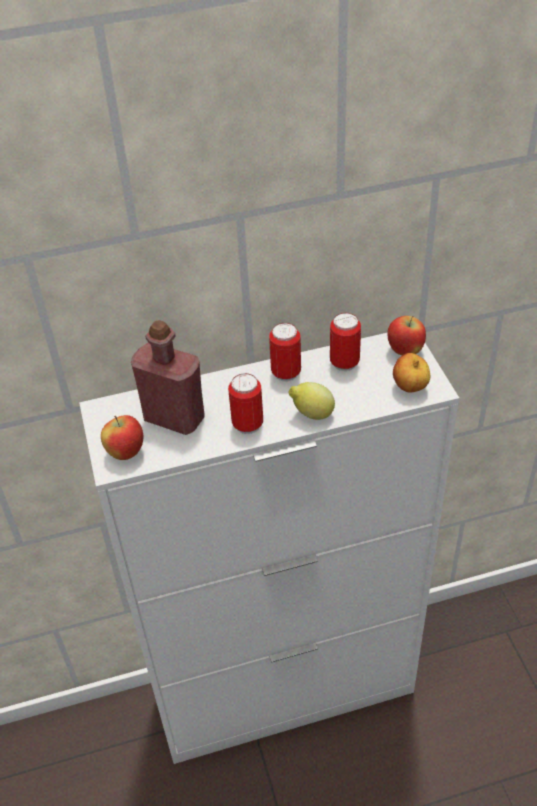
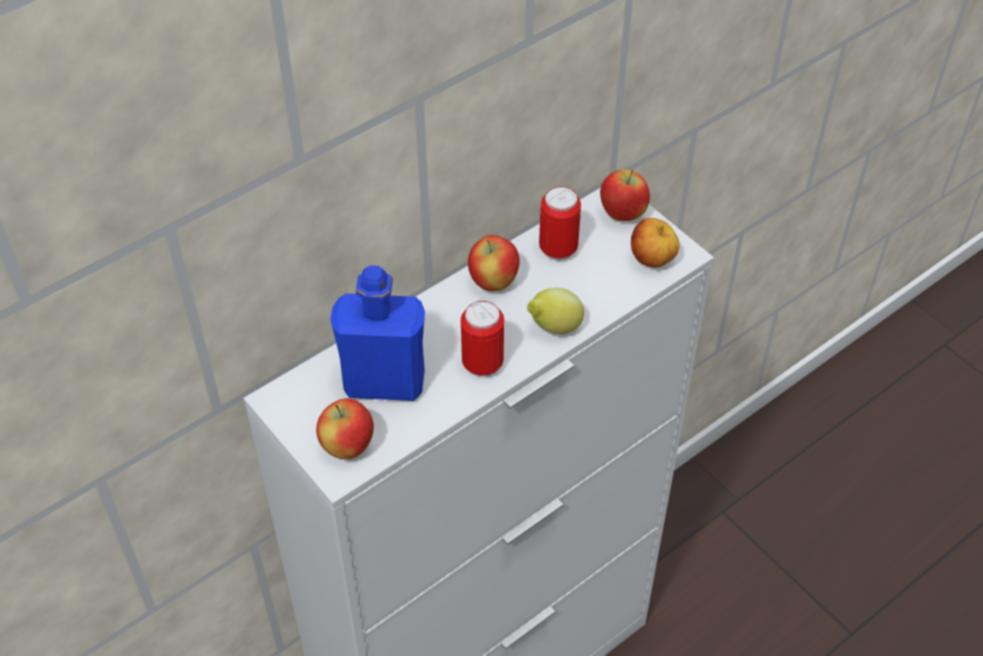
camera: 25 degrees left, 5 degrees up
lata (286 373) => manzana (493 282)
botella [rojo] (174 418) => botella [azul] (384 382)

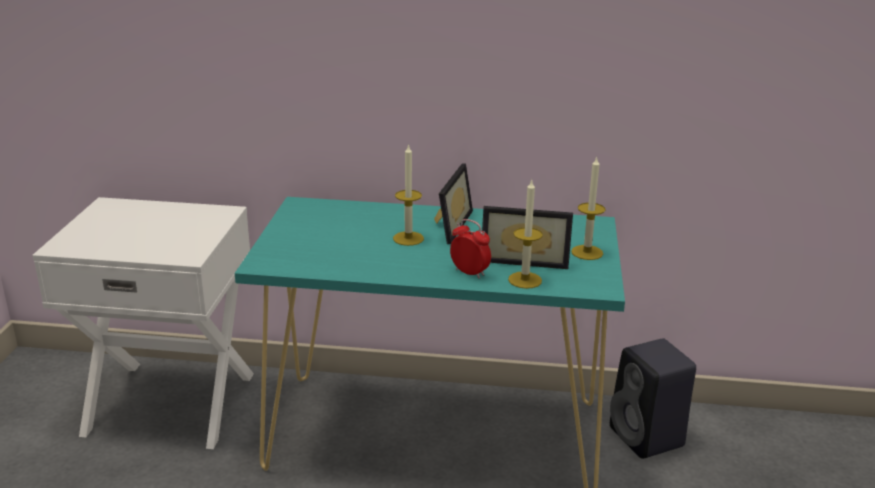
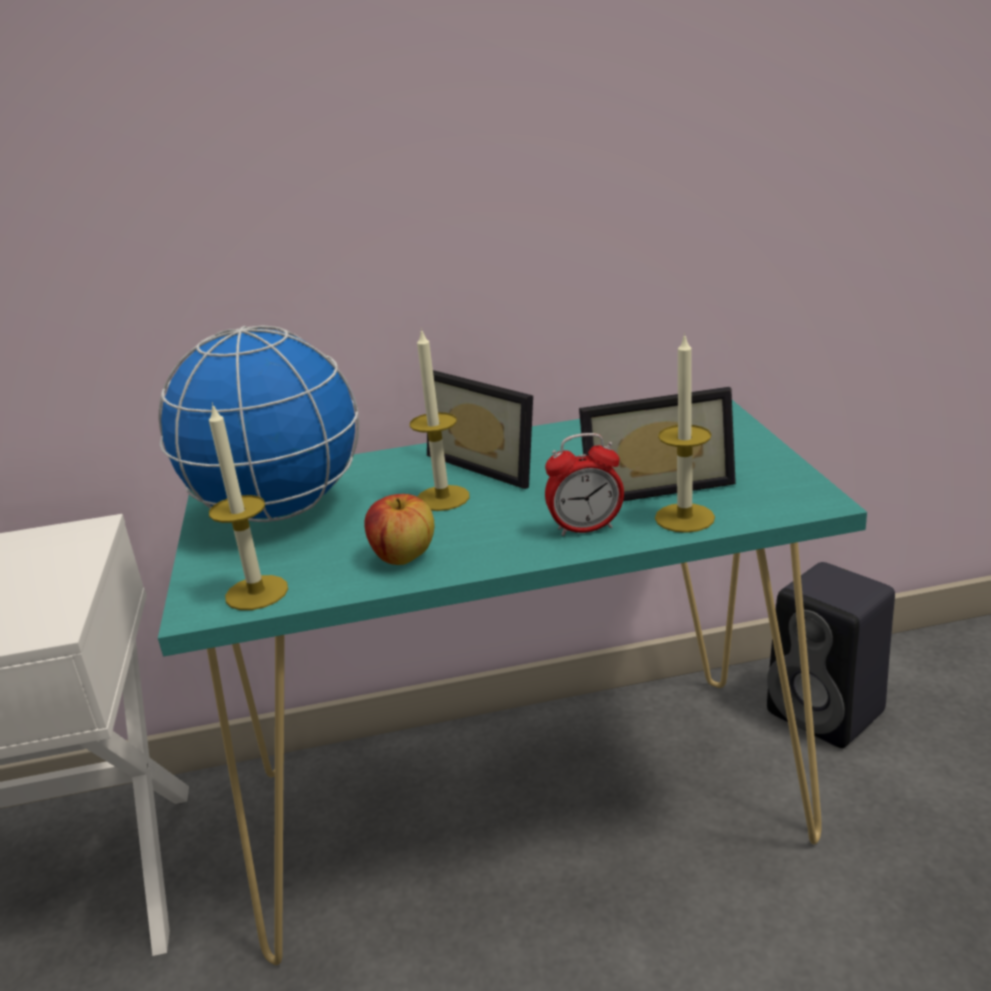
camera: 15 degrees left, 0 degrees up
nothing => globo terráqueo (279 510)
nothing => manzana (403 557)
vela (587 252) => vela (256 593), moved
portarretratos (447 225) => portarretratos (491 463), 135 degrees clockwise
despertador (469 272) => despertador (585 528), 150 degrees clockwise

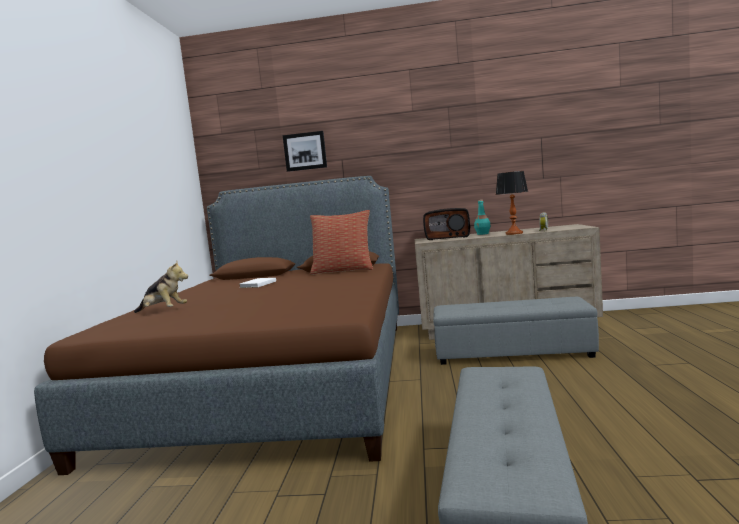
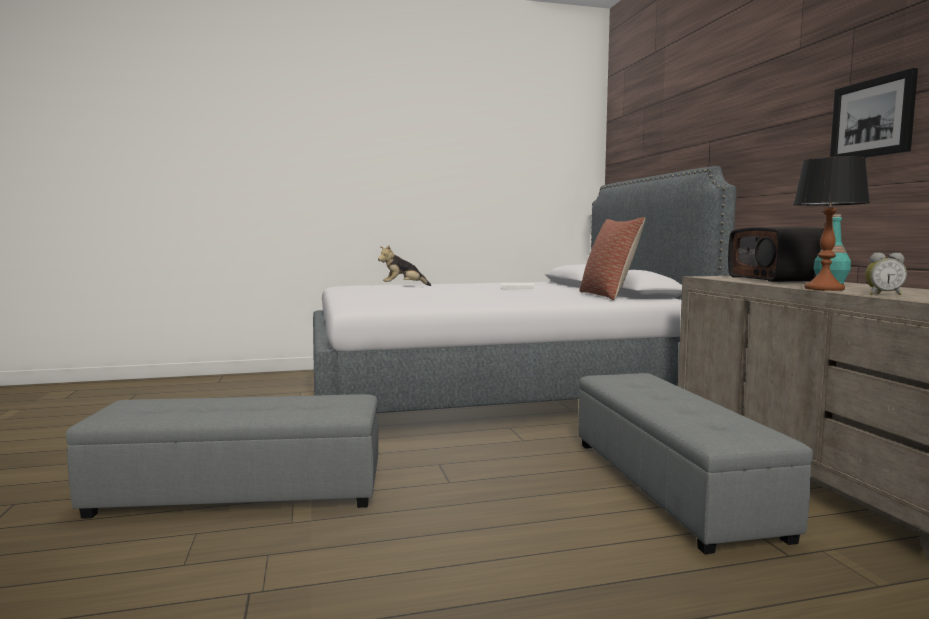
camera: 70 degrees right, 0 degrees up
cuadro (305 151) => cuadro (873 118), moved
cama [marrón] (278 379) => cama [gris] (495 389)
peluche (163 311) => peluche (403 286), 75 degrees clockwise

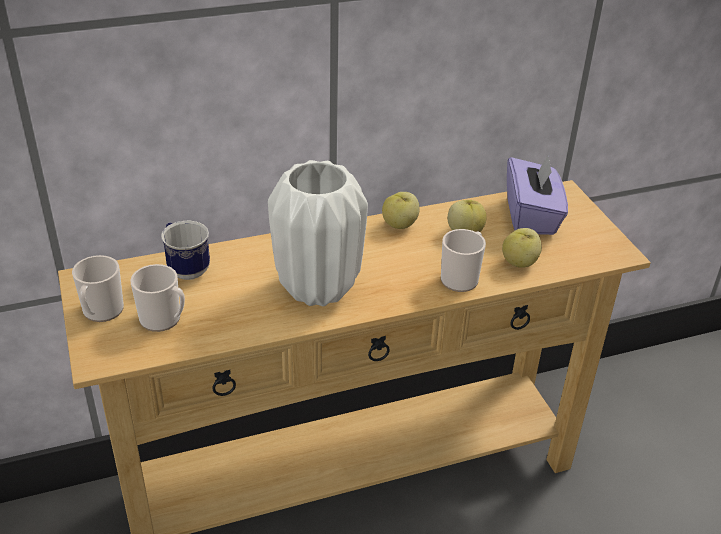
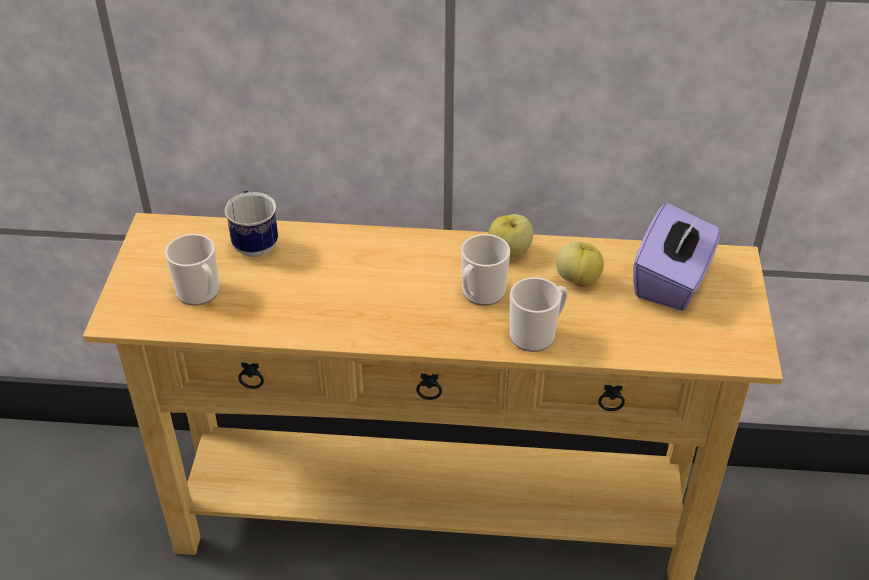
camera: 25 degrees right, 5 degrees up
florero [blanco] (317 288) => nothing
manzana (520 262) => nothing
taza grande (101 312) => taza grande (480 294), moved

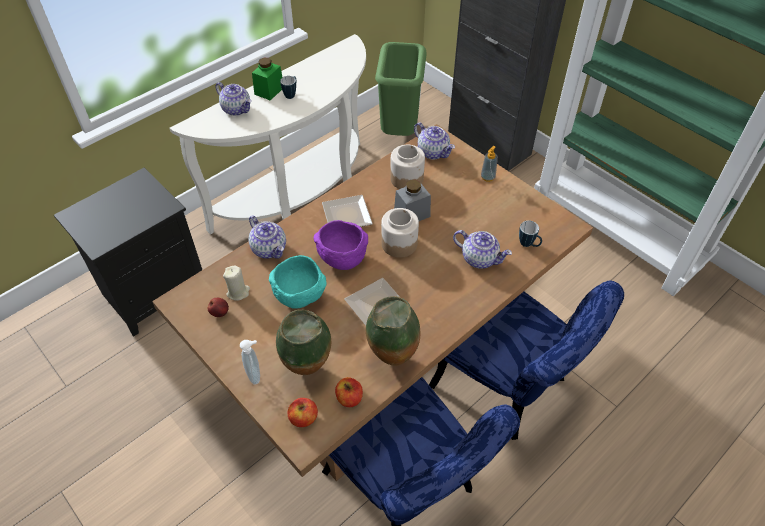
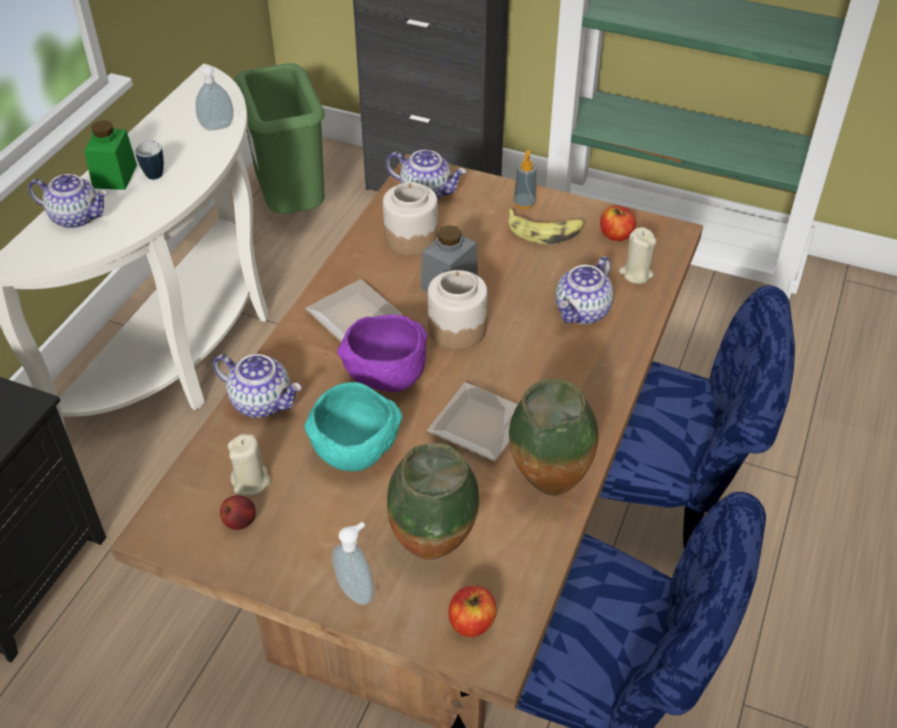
camera: 25 degrees left, 5 degrees down
nothing => dispensador de jabón (217 128)
nothing => plátano (545 231)
manzana (349 398) => manzana (616 235), moved
taza grande (528 245) => vela [beis] (636 273)
tetera (480 258) => tetera (583 312), 120 degrees clockwise

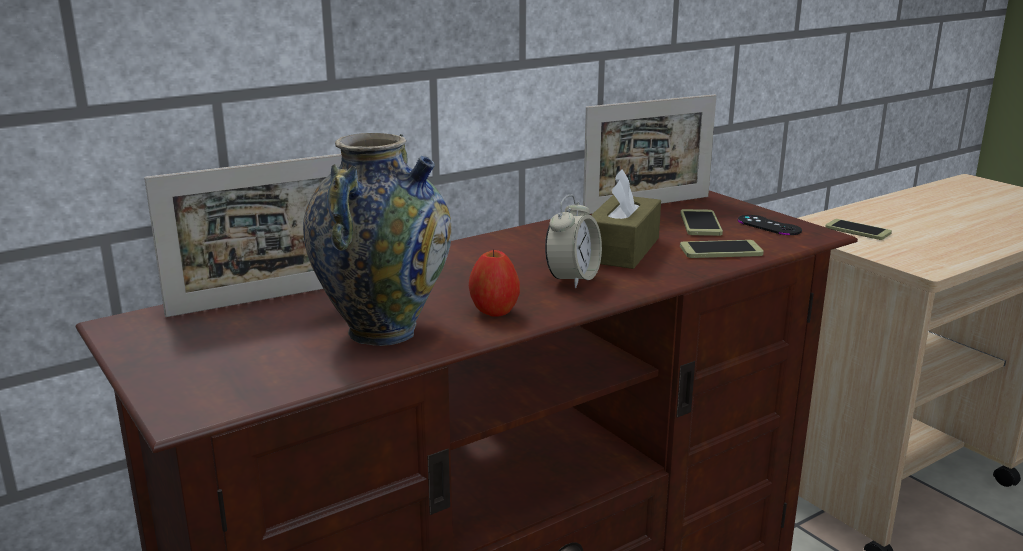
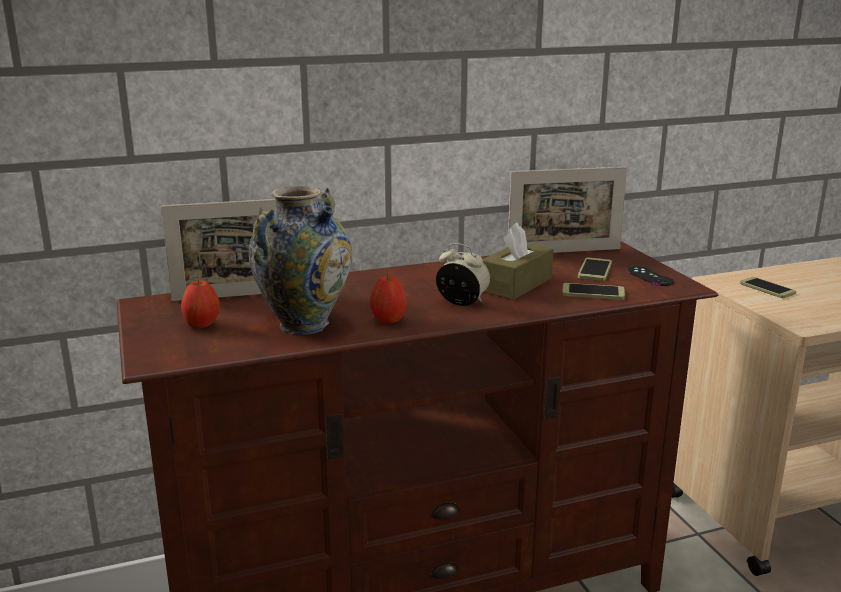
camera: 15 degrees right, 0 degrees up
nothing => manzana (202 325)
despertador (573 279) => despertador (462 303), 105 degrees counterclockwise

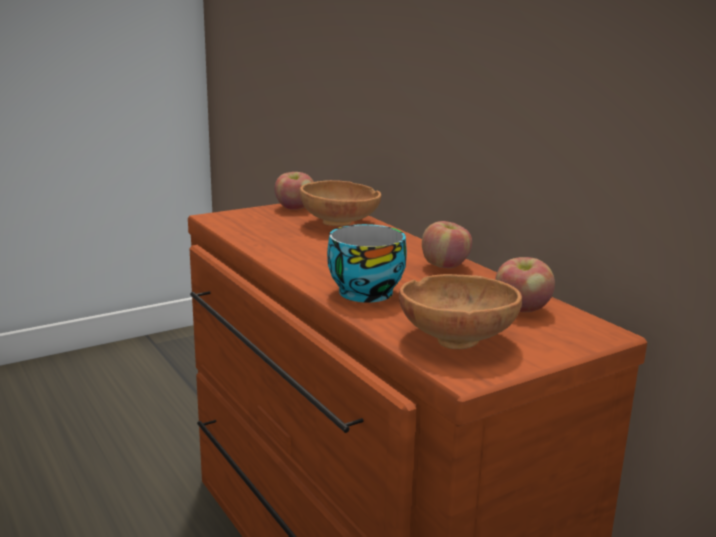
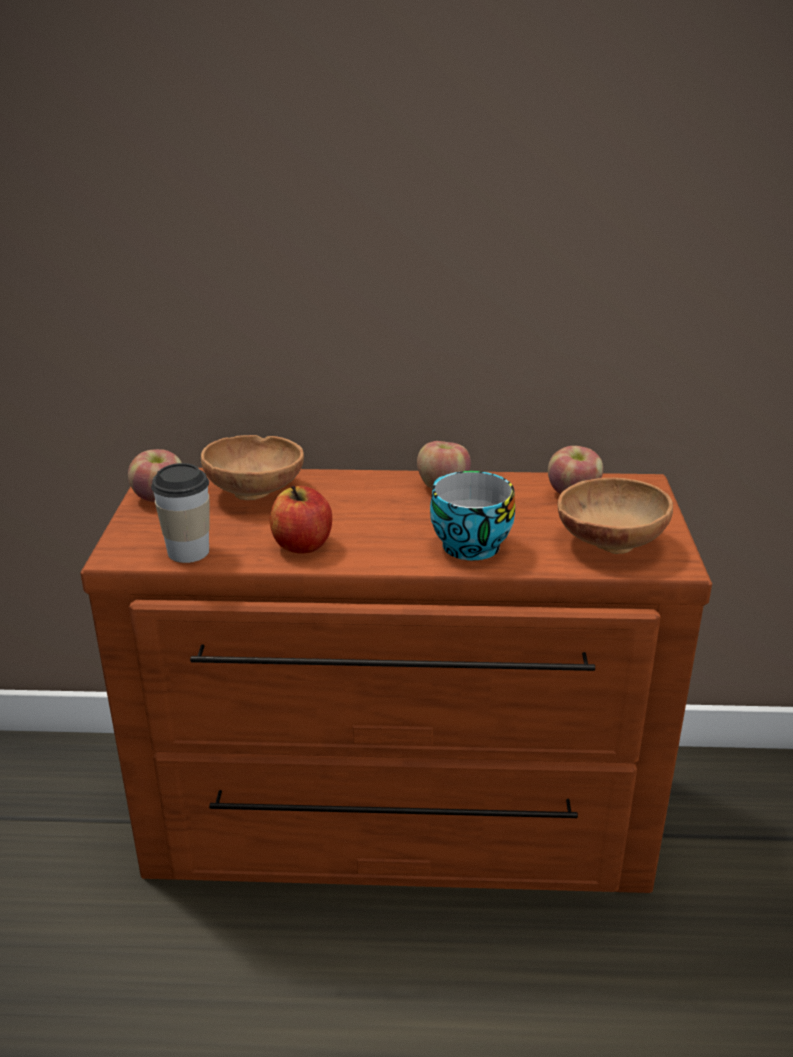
camera: 55 degrees left, 10 degrees up
nothing => taza (188 551)
nothing => manzana (302 545)

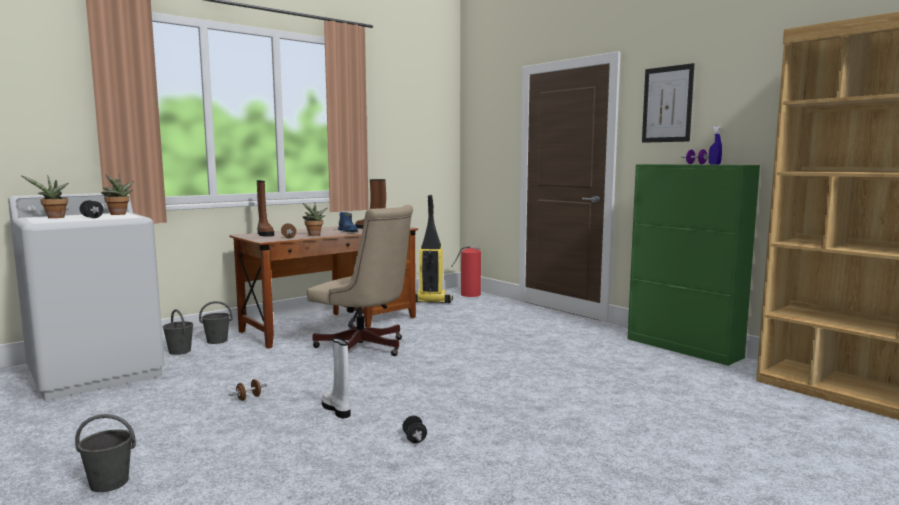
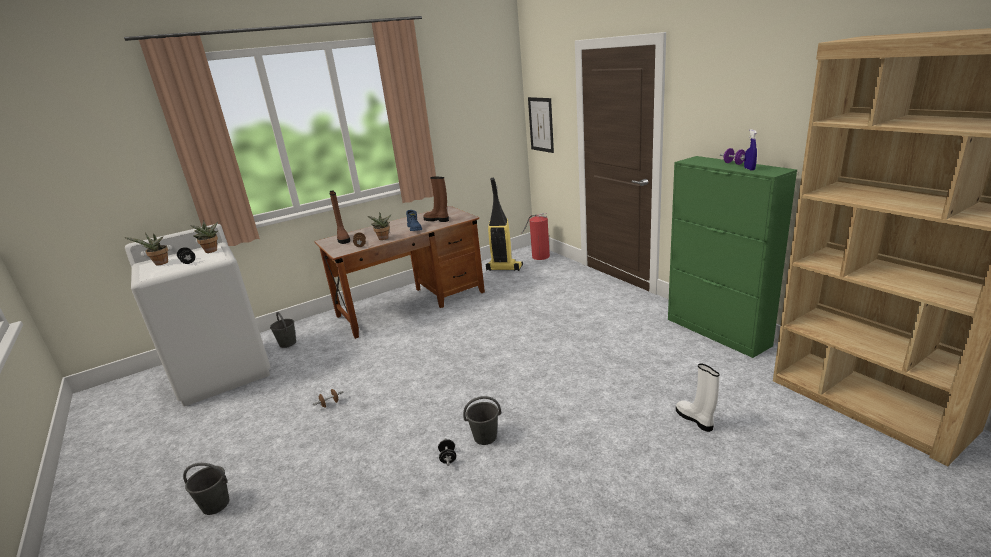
camera: 10 degrees right, 15 degrees up
silla de oficina [beis] (365 349) => nothing
cubo [gris] (217 341) => cubo [gris] (485 437), moved
bota [blanco] (337 409) => bota [blanco] (695 419), moved
cuadro (667 104) => cuadro (541 124), moved

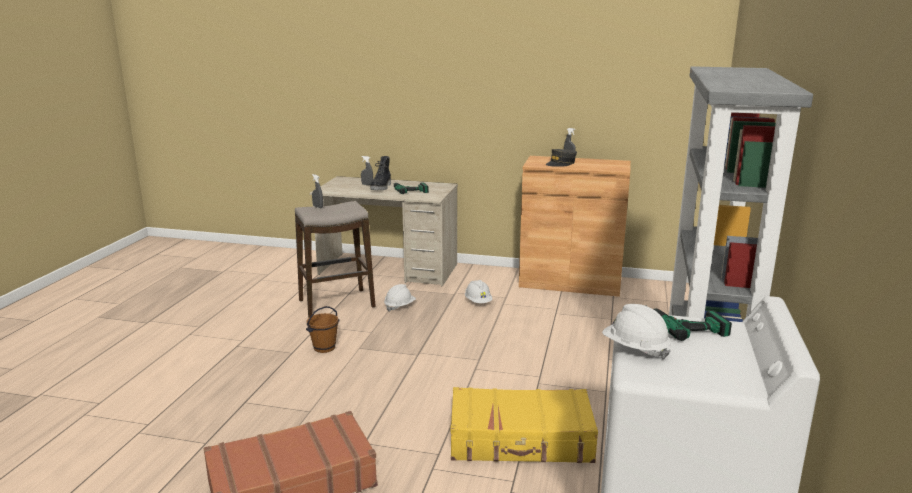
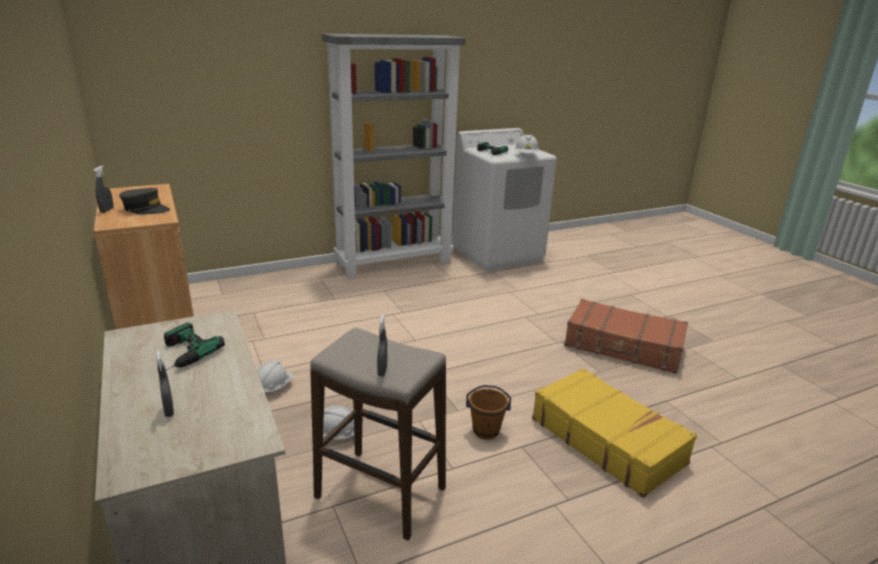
camera: 130 degrees left, 5 degrees up
bota [negro] (381 187) => nothing
maleta [amarillo] (521 440) => maleta [amarillo] (607 440), moved

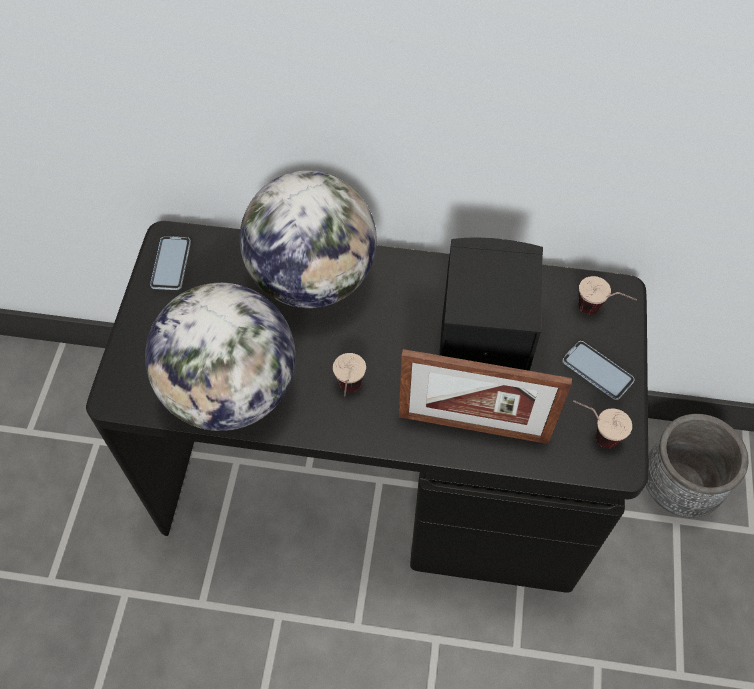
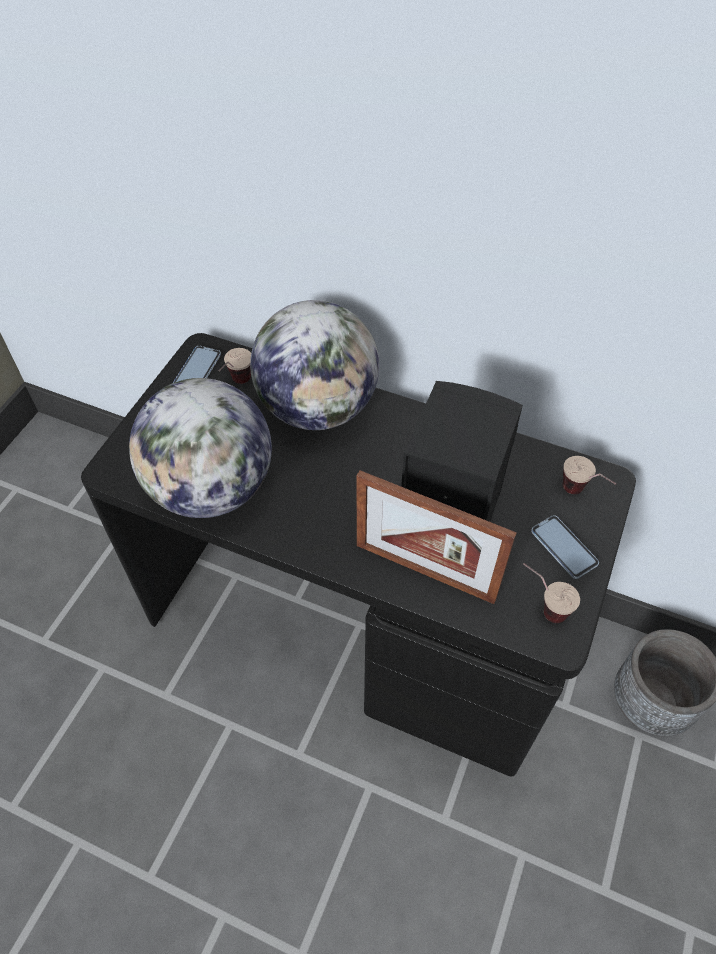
camera: 15 degrees right, 5 degrees down
taza (349 395) => taza (236 385), moved

